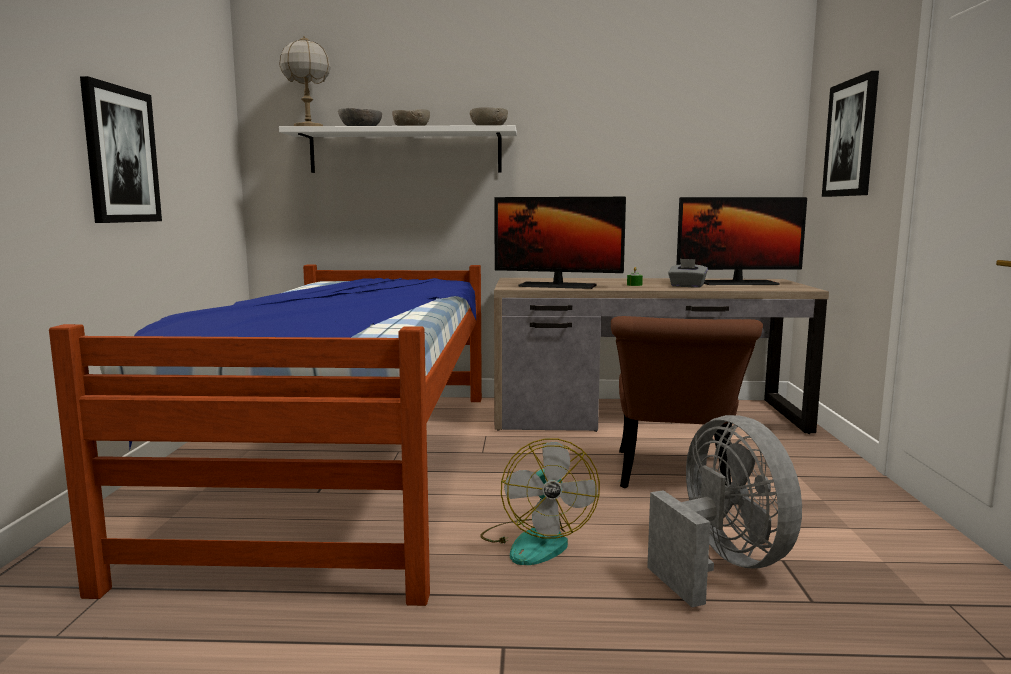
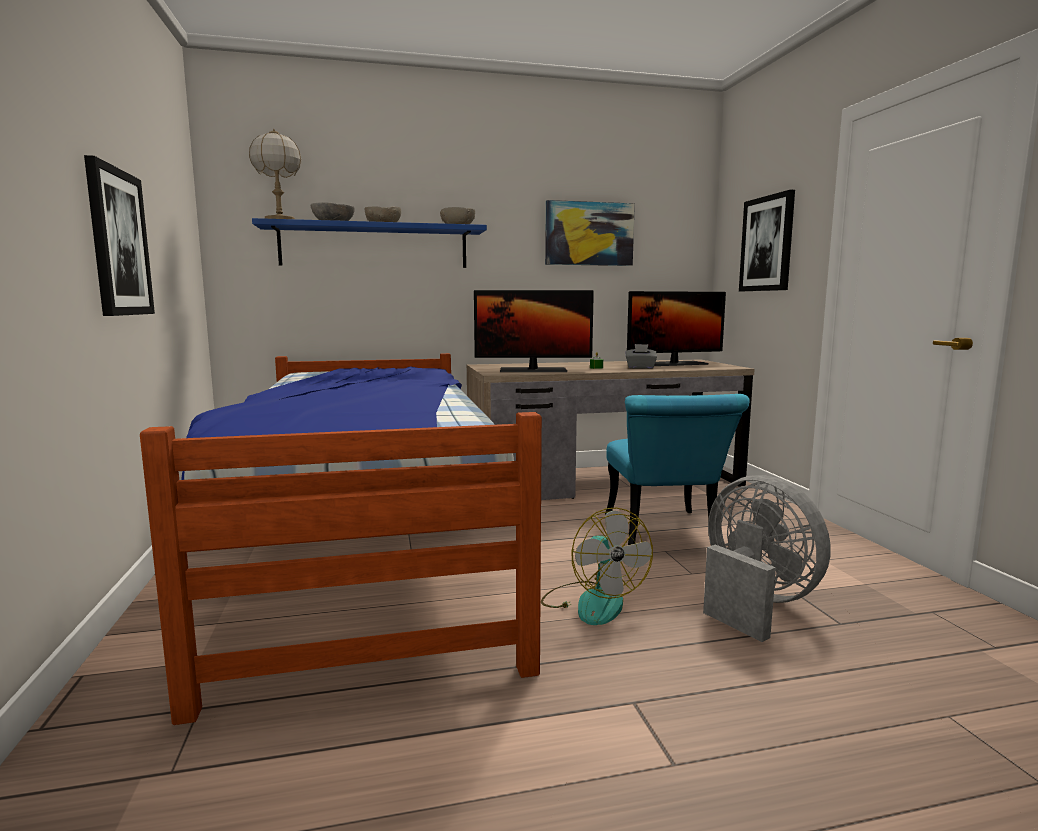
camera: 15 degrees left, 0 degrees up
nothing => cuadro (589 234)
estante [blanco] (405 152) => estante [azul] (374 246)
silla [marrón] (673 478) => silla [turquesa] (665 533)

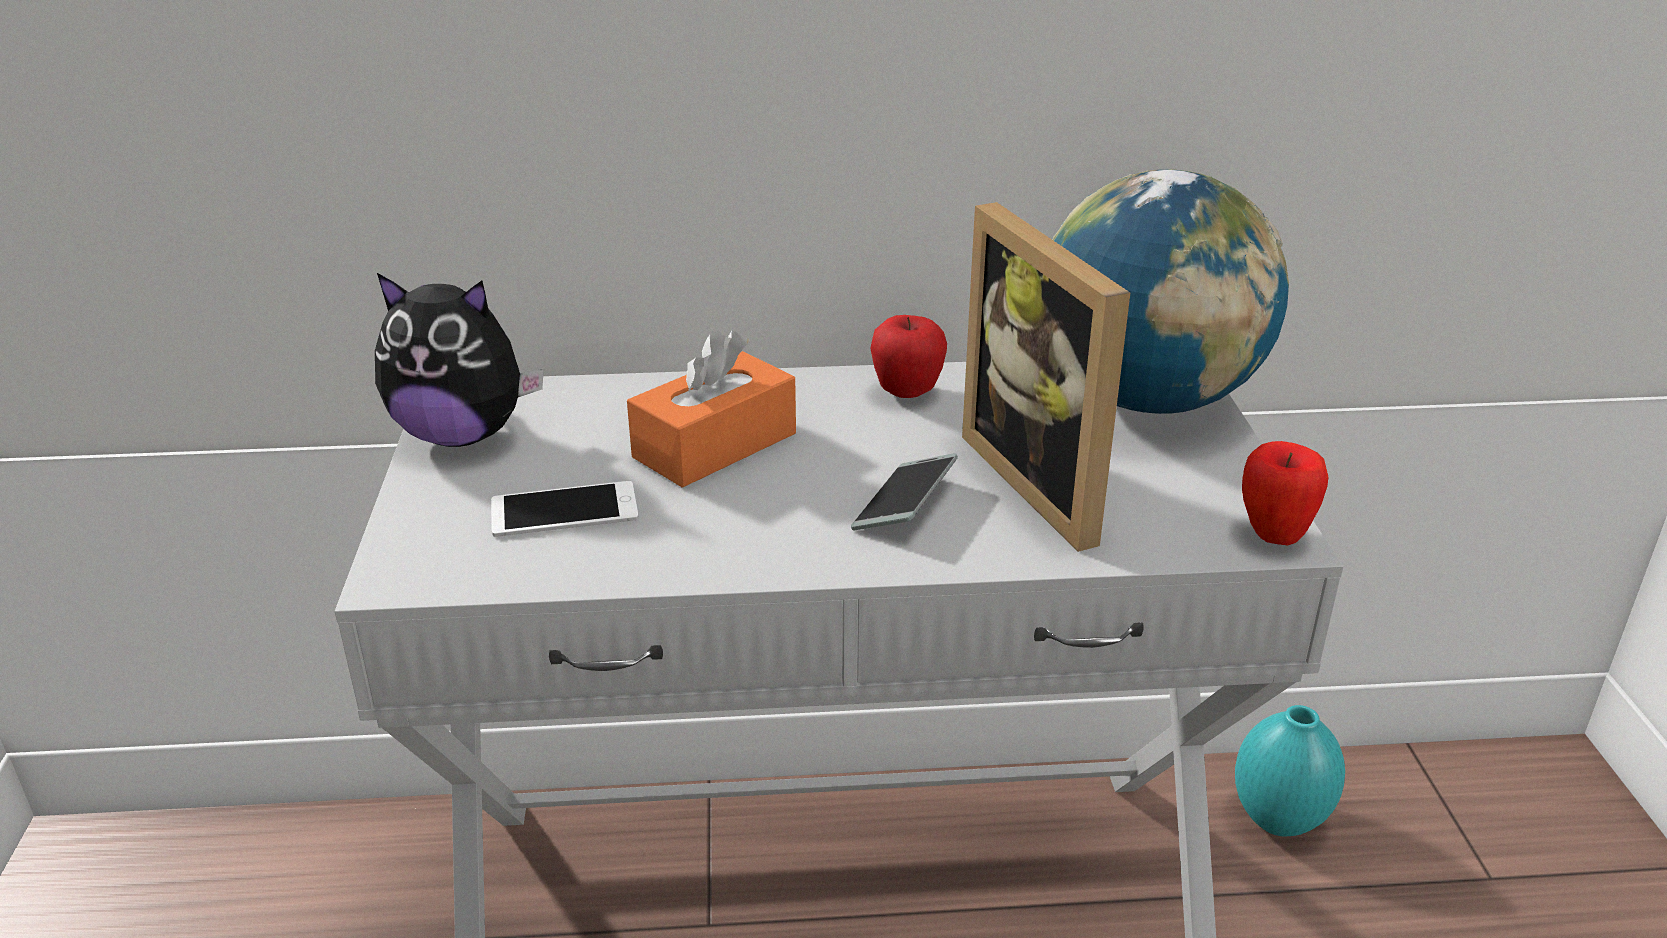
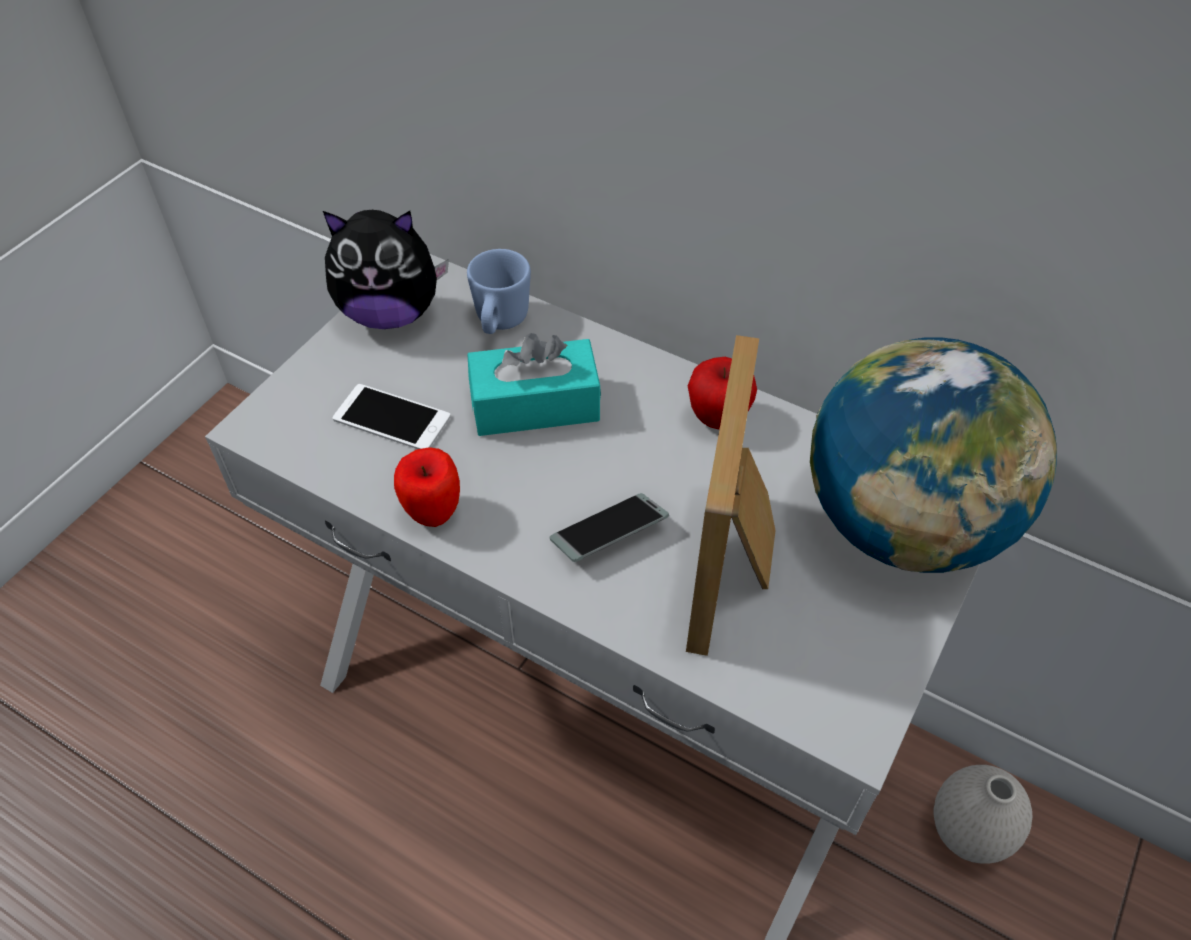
camera: 35 degrees right, 20 degrees up
nothing => taza grande [azul] (500 323)
manzana (1273 535) => manzana (433 513), moved
caja de pañuelos [naranja] (715 445) => caja de pañuelos [turquesa] (535 405)
florero [turquesa] (1279 820) => florero [blanco] (967 834)
peluche (462 435) => peluche (391 313), 45 degrees counterclockwise

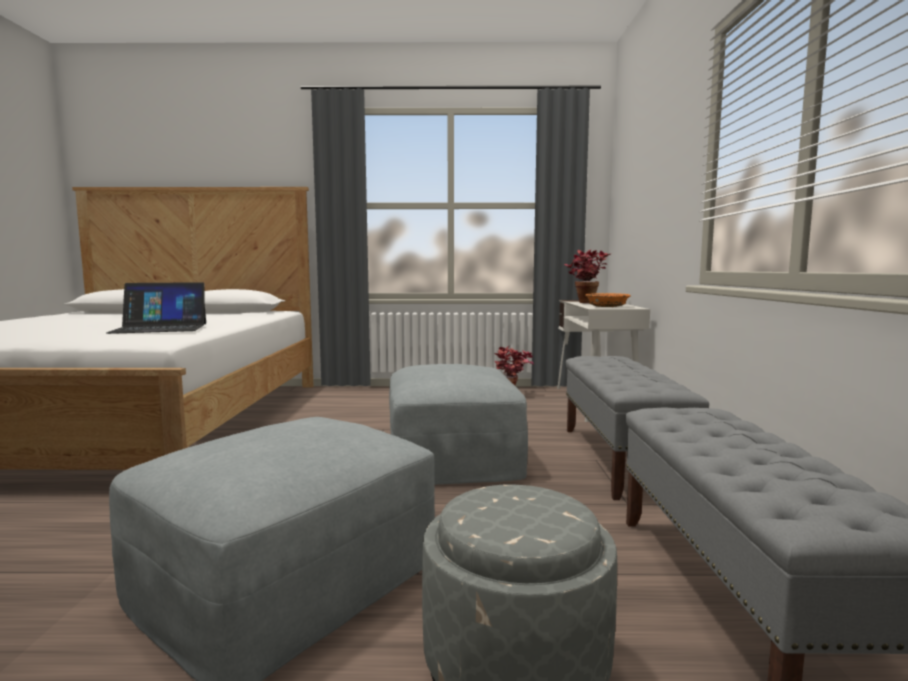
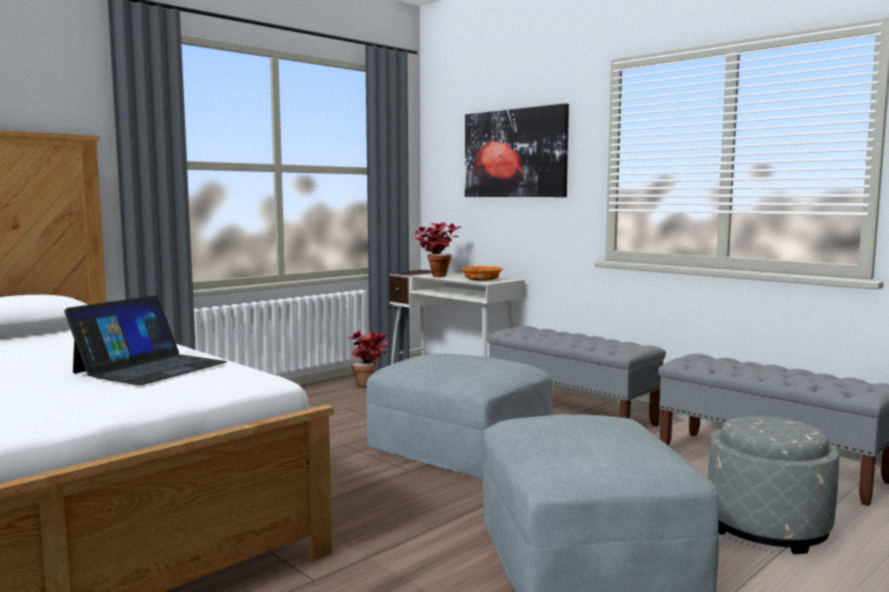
camera: 45 degrees left, 0 degrees up
nothing => cuadro (515 153)

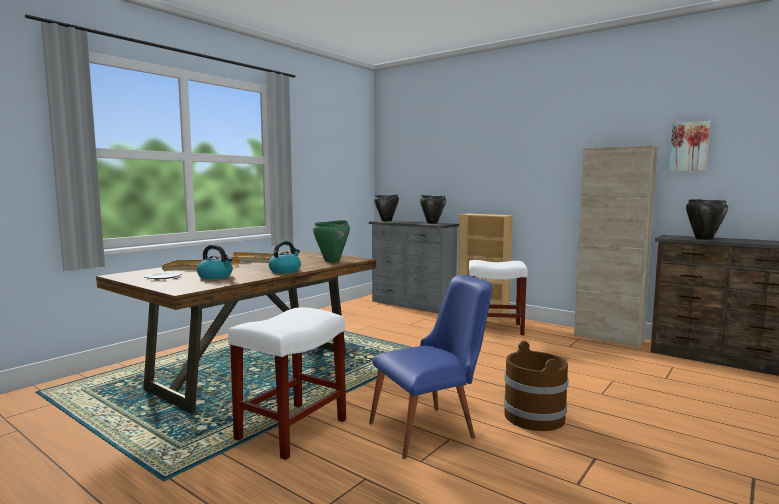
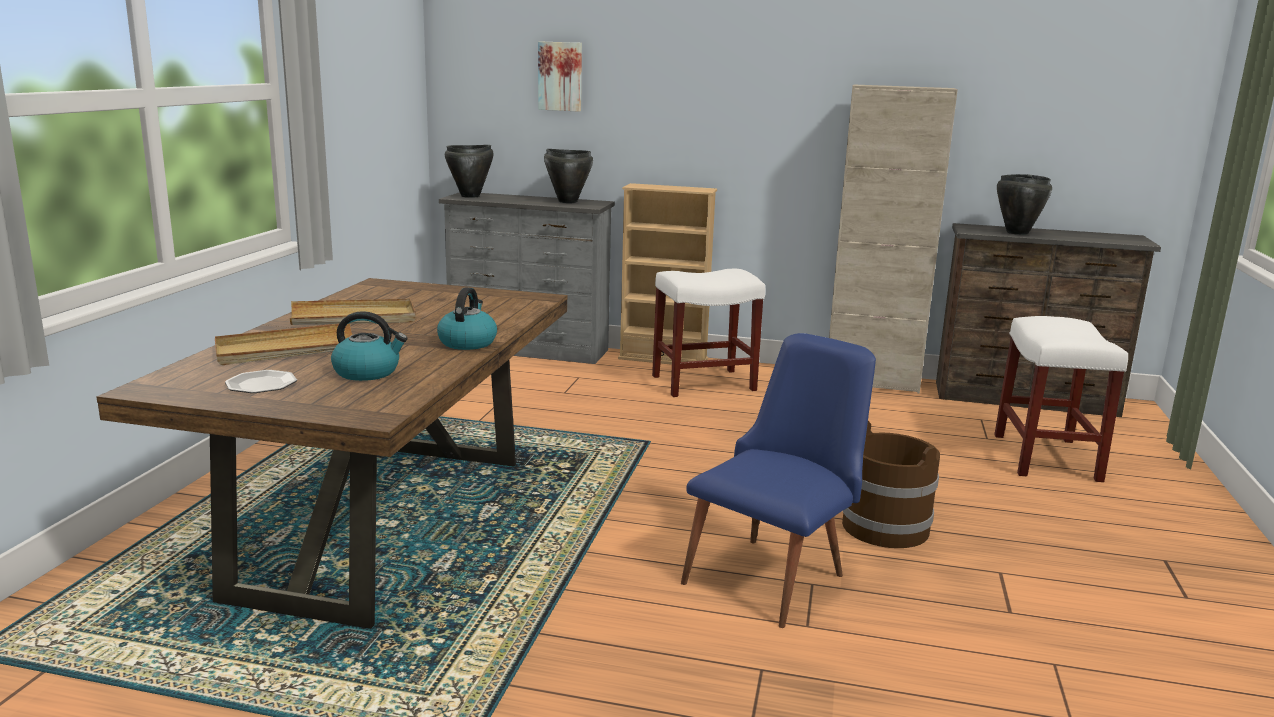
camera: 25 degrees left, 10 degrees up
olla [verde] (332 261) => nothing
taburete [blanco] (291 430) => taburete [blanco] (1047 458), moved
cuadro (689 146) => cuadro (560 76), moved

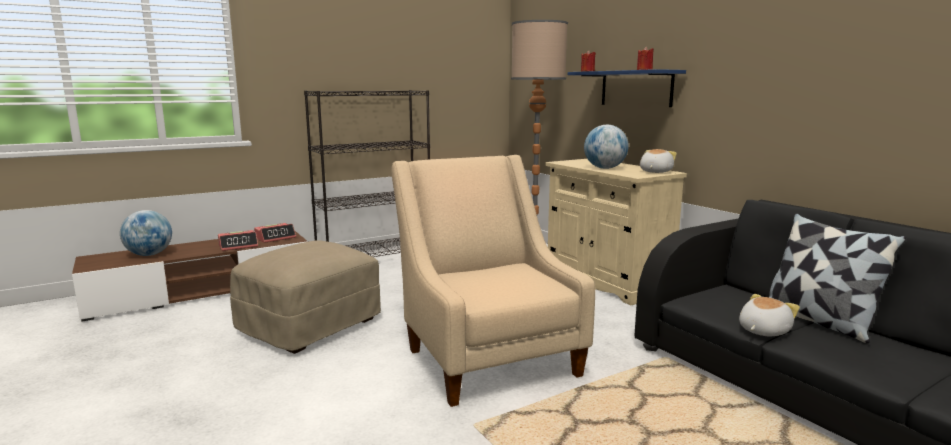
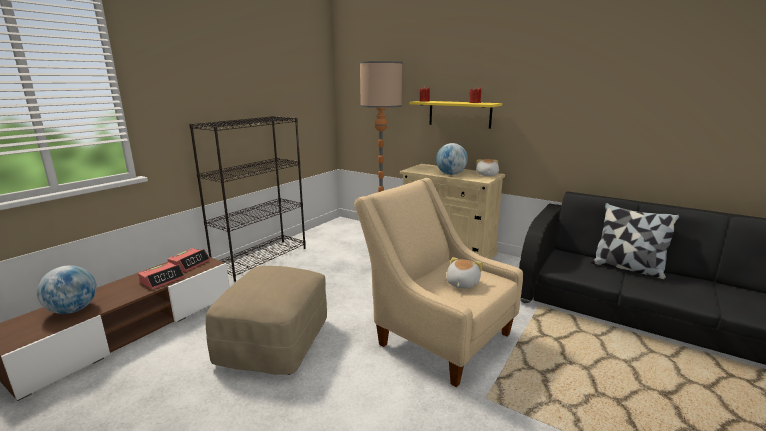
camera: 25 degrees left, 5 degrees up
peluche (762 330) => peluche (461 283), moved
estante [azul] (636 88) => estante [amarillo] (459 114)

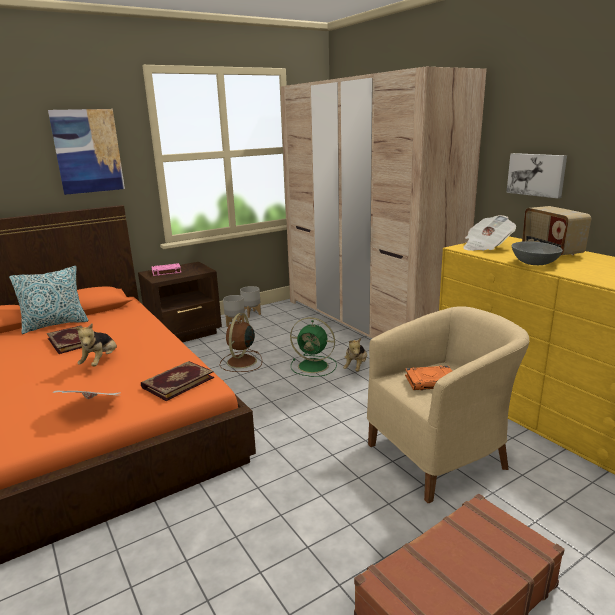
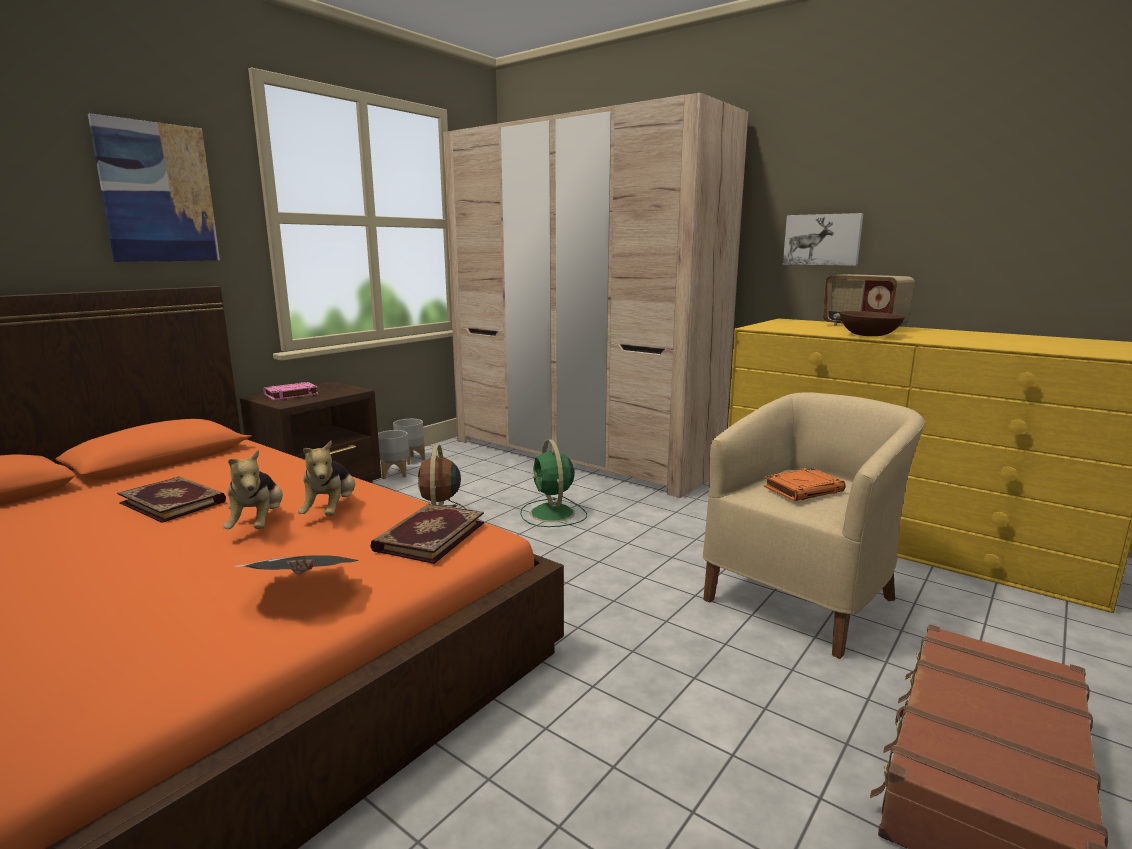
camera: 20 degrees left, 5 degrees down
cojín (55 324) => nothing
periódico (486 247) => nothing
peluche (356 367) => peluche (331 511), moved
cuenco [gris] (533 263) => cuenco [marrón] (868 335)
ventilador [verde] (314 366) => ventilador [verde] (552 514), 75 degrees clockwise

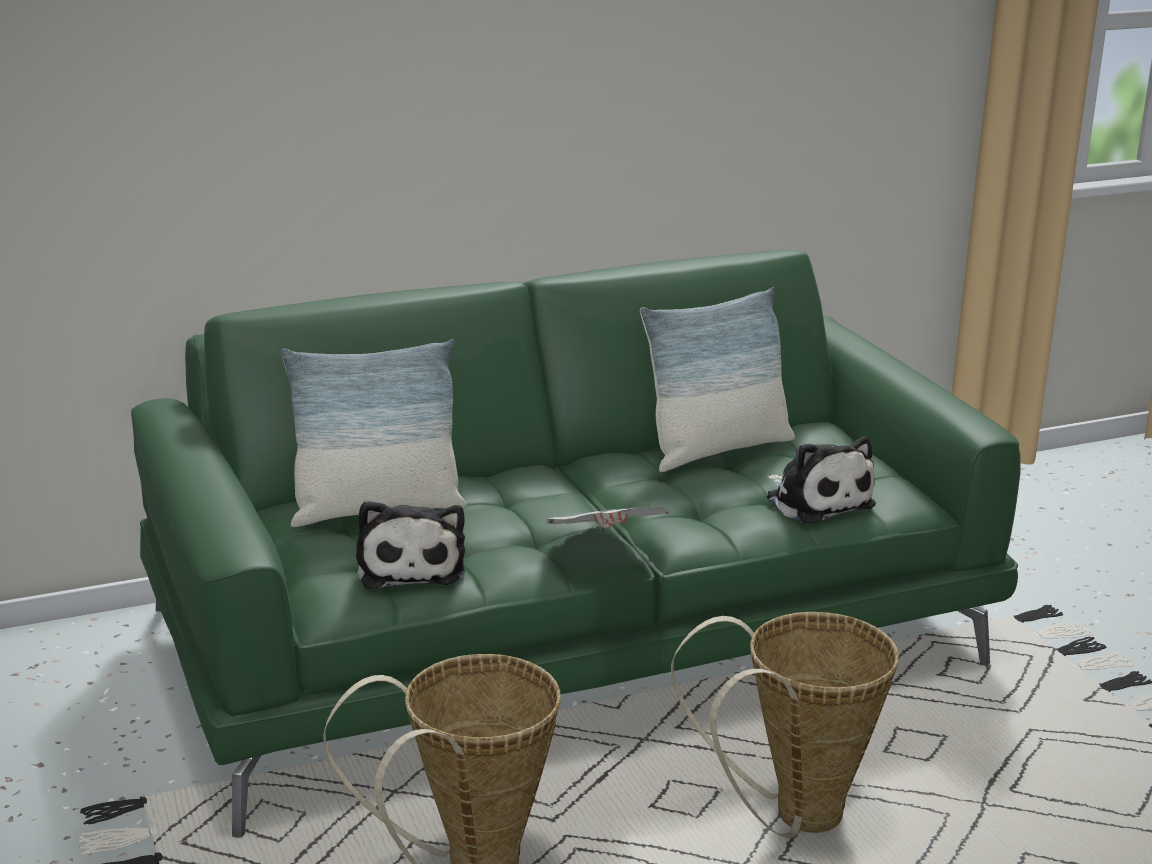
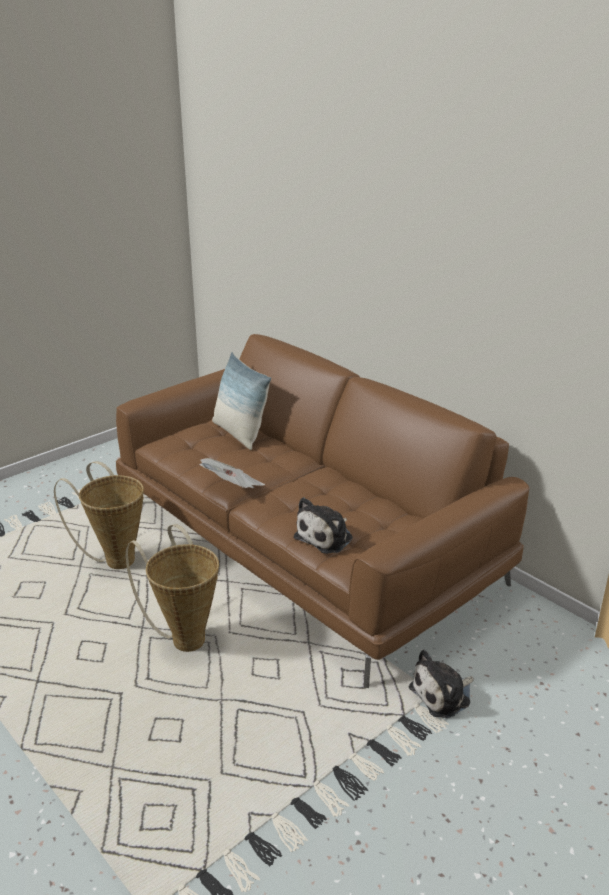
camera: 70 degrees right, 5 degrees up
cojín (717 449) => nothing
peluche (411 566) => peluche (443 695), moved
sofá [verde] (572 637) => sofá [marrón] (304 544)

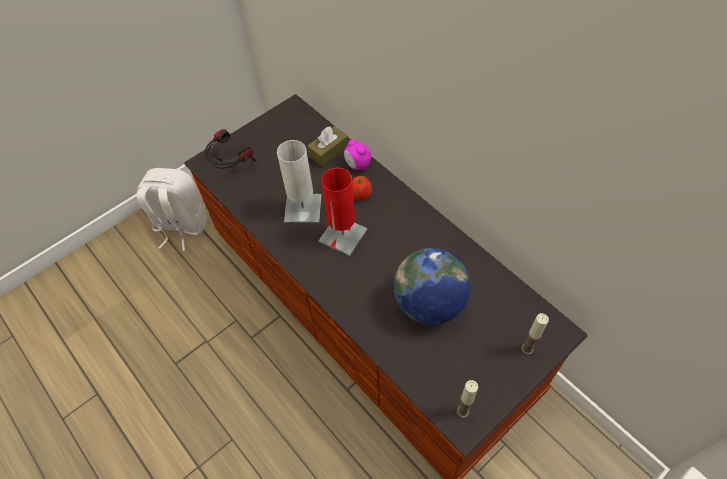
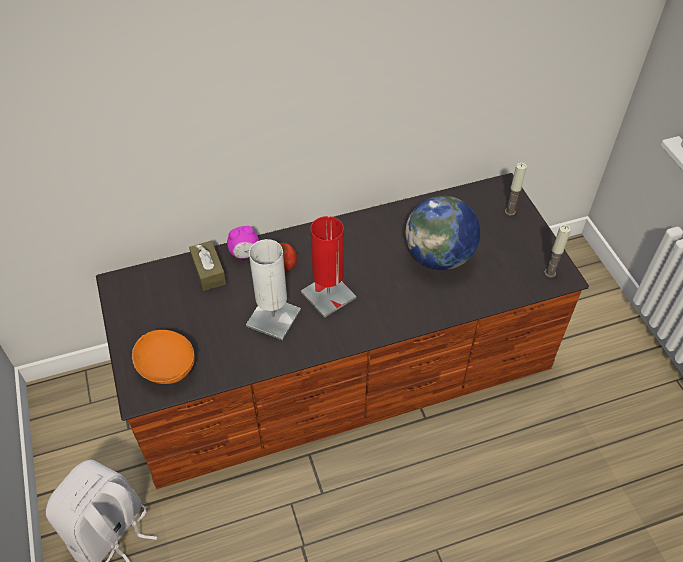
camera: 70 degrees left, 5 degrees down
auriculares (232 166) => cuenco [naranja] (166 368)

